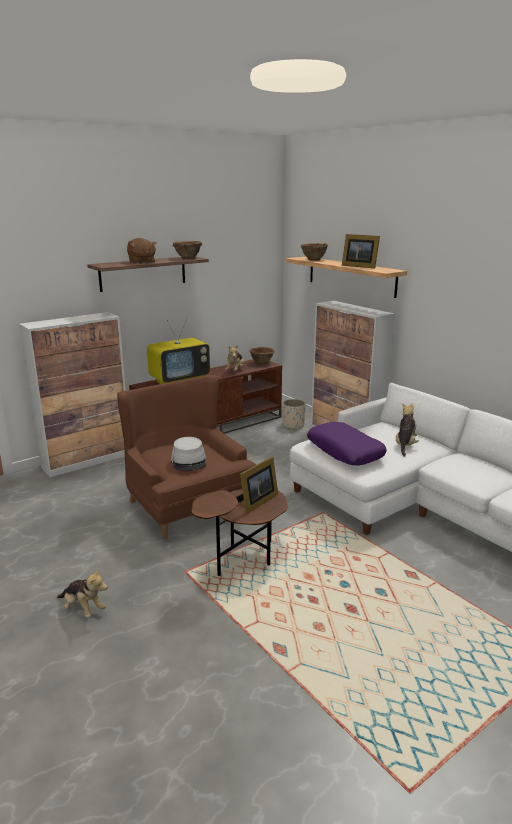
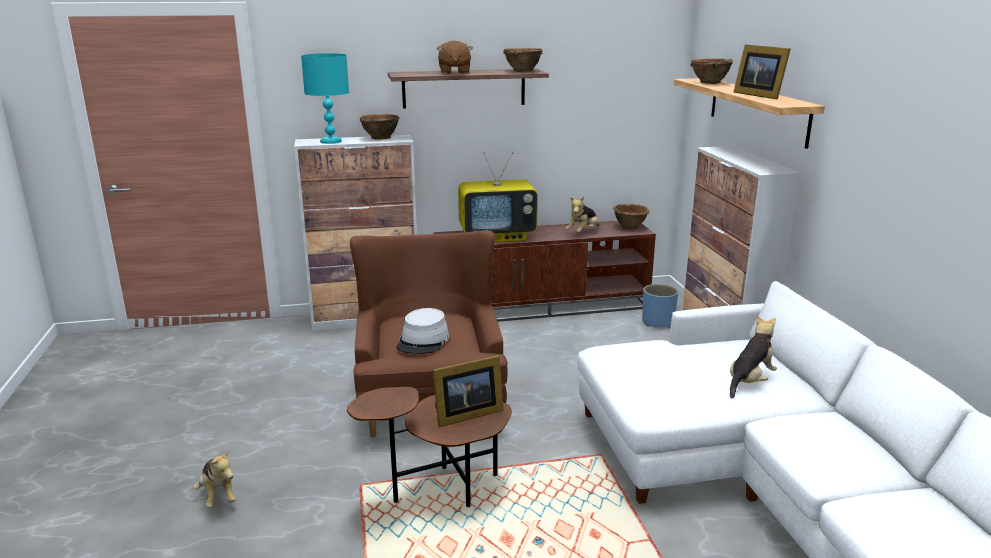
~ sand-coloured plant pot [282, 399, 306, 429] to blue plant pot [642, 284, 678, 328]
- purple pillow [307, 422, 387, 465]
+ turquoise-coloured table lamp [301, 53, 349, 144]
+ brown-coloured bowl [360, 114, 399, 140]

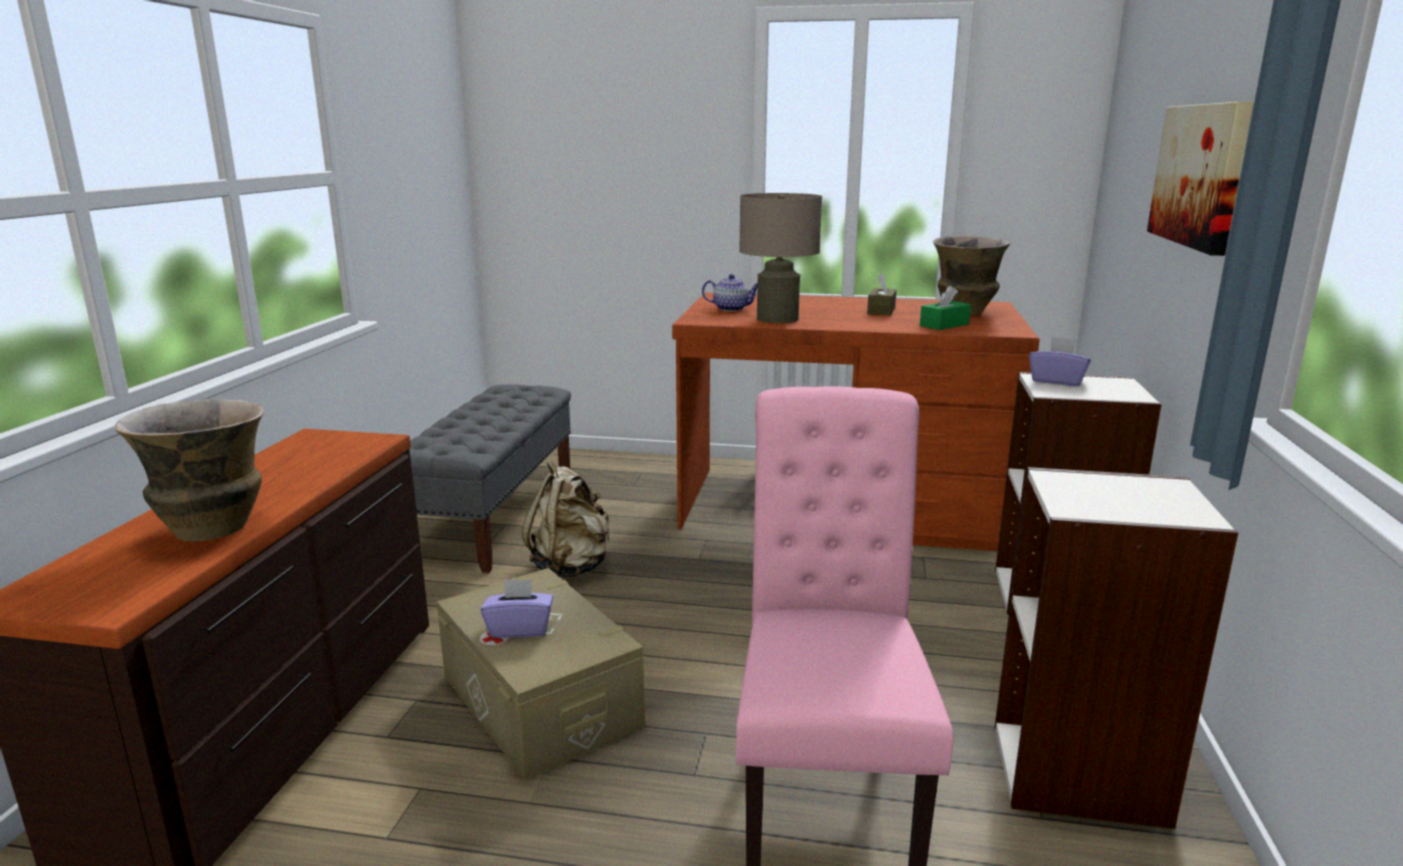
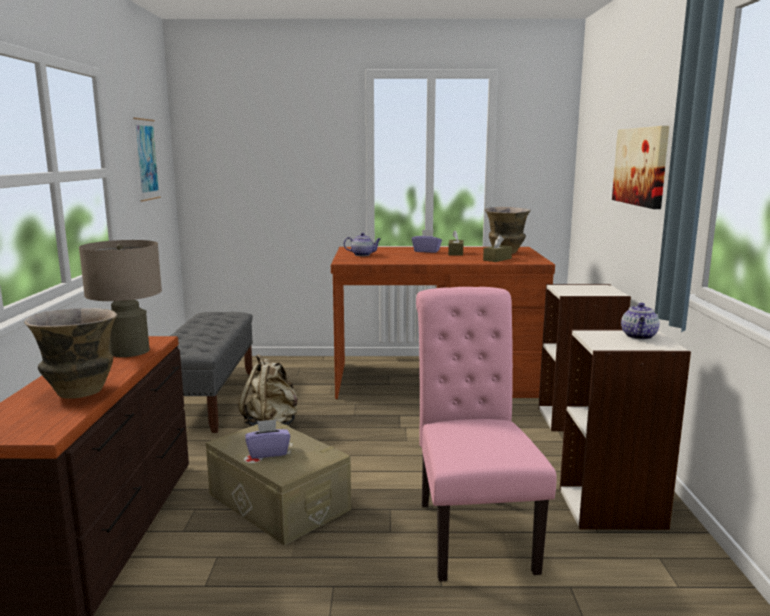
~ sand-coloured table lamp [739, 193, 822, 323] to [79, 240, 162, 357]
~ green box of tissues [920, 285, 971, 330] to brown-coloured box of tissues [483, 235, 512, 262]
~ purple box of tissues [1029, 337, 1091, 386] to [412, 229, 442, 253]
+ wall picture [133, 118, 161, 202]
+ tea pot [621, 303, 660, 340]

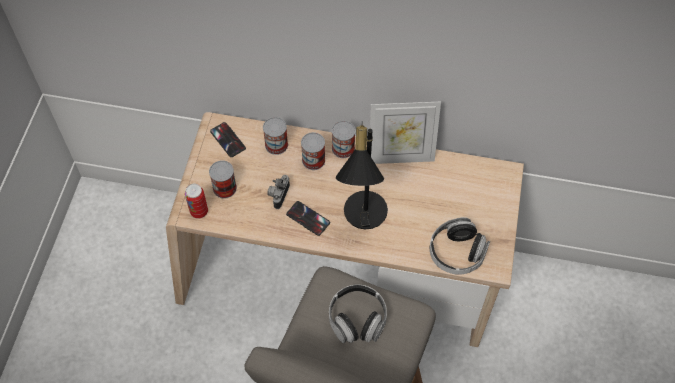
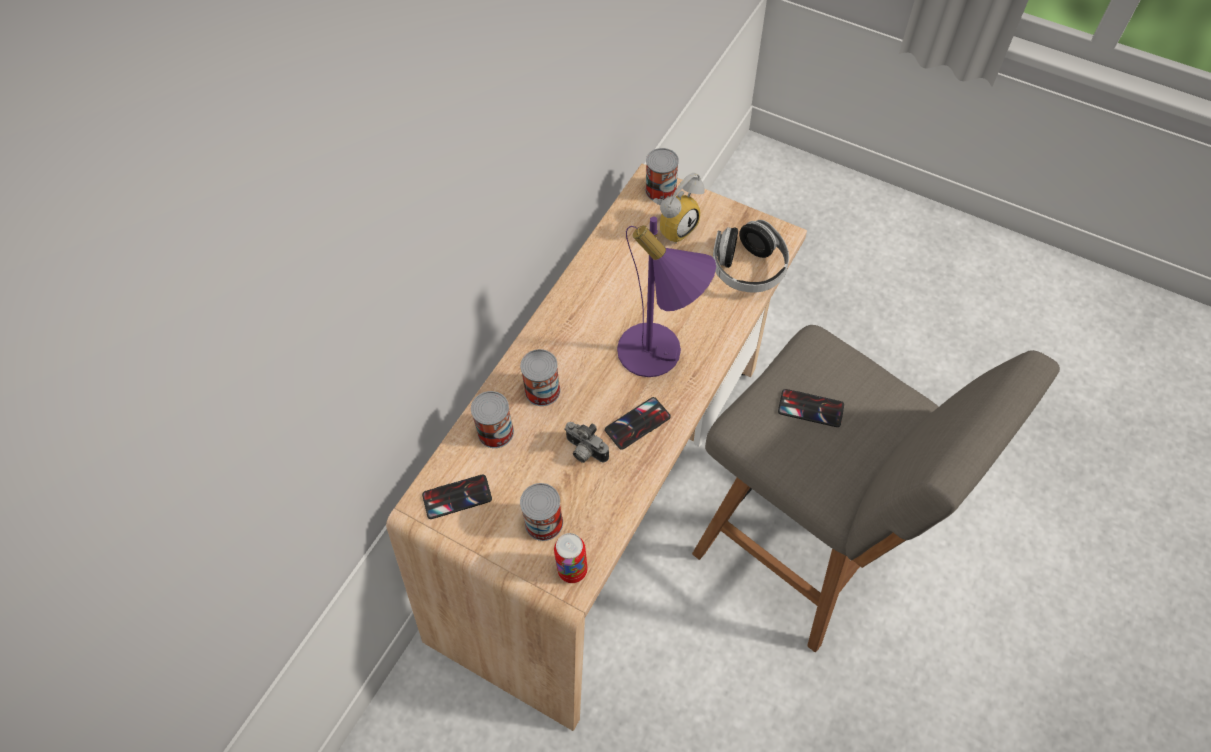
- standing frame [370, 101, 441, 164]
~ can [332, 121, 356, 158] to [645, 148, 679, 201]
~ black-coloured table lamp [335, 121, 388, 230] to purple table lamp [617, 217, 716, 377]
~ headphones [329, 284, 387, 343] to handset [778, 389, 844, 427]
+ alarm clock [653, 173, 705, 243]

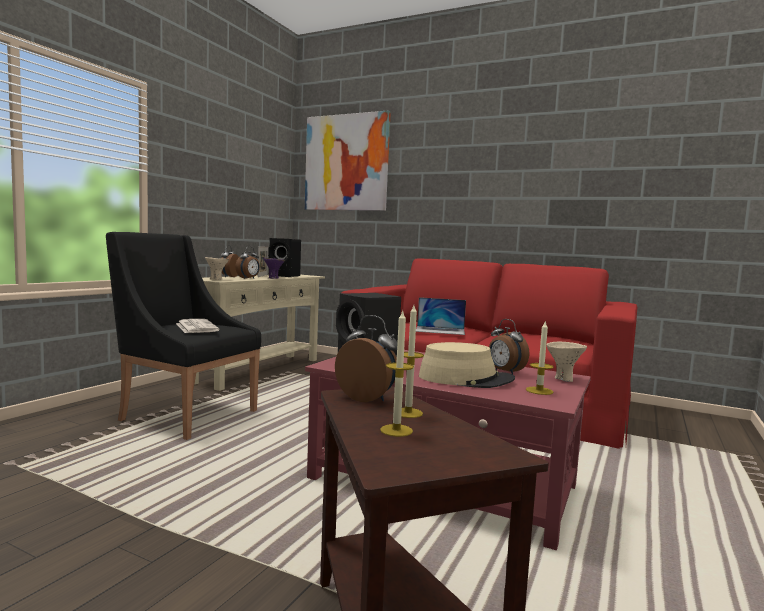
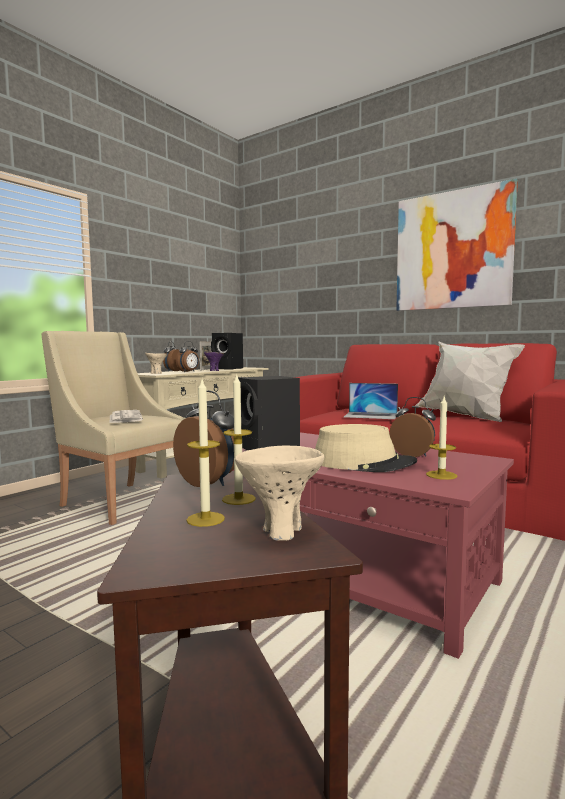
~ wall picture [305, 110, 391, 211] to [396, 179, 518, 311]
~ black-coloured easy chair [106, 232, 261, 440] to sand-coloured easy chair [41, 331, 185, 525]
~ alarm clock [489, 319, 529, 374] = [389, 397, 436, 457] 150 degrees clockwise
~ sand-coloured bowl [547, 342, 587, 382] to [235, 445, 324, 541]
+ white pillow [415, 341, 525, 422]

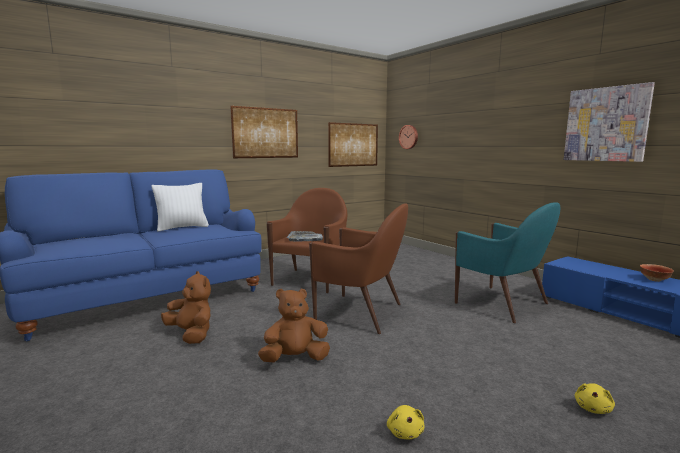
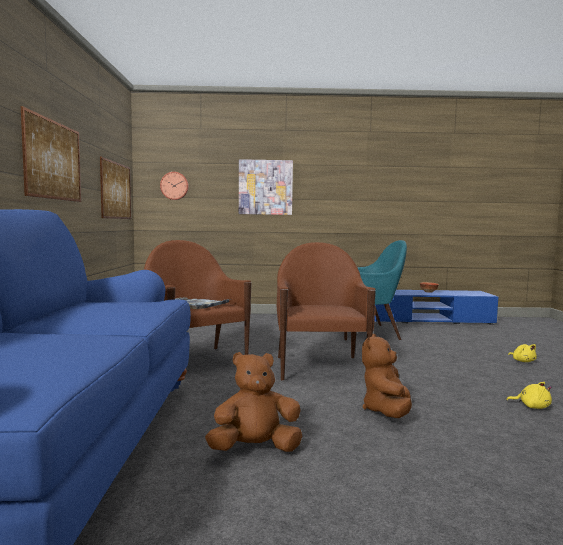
~ wall picture [564, 82, 655, 162] to [239, 159, 293, 215]
- white pillow [152, 183, 209, 231]
~ brown-coloured easy chair [309, 203, 408, 335] = [277, 242, 376, 381] 60 degrees counterclockwise

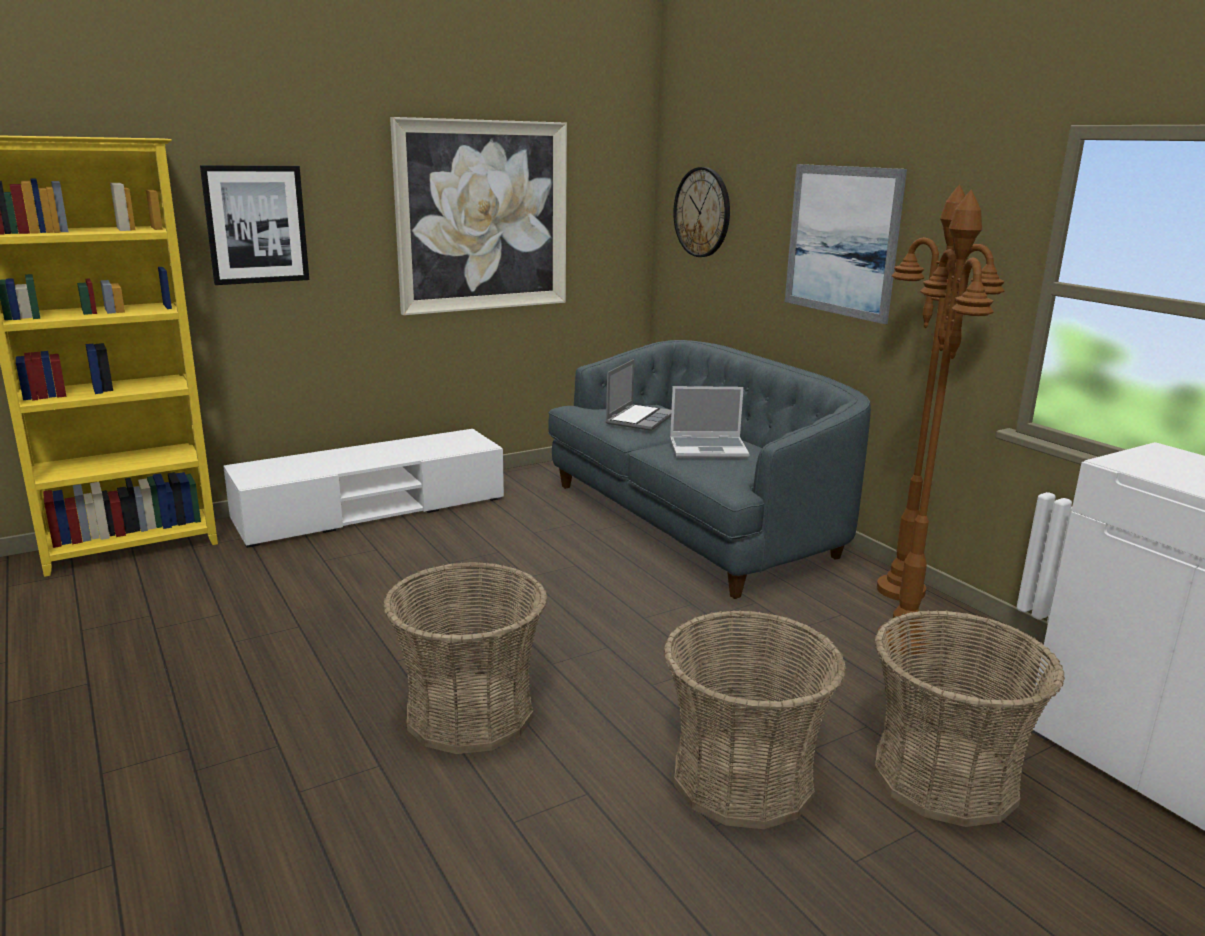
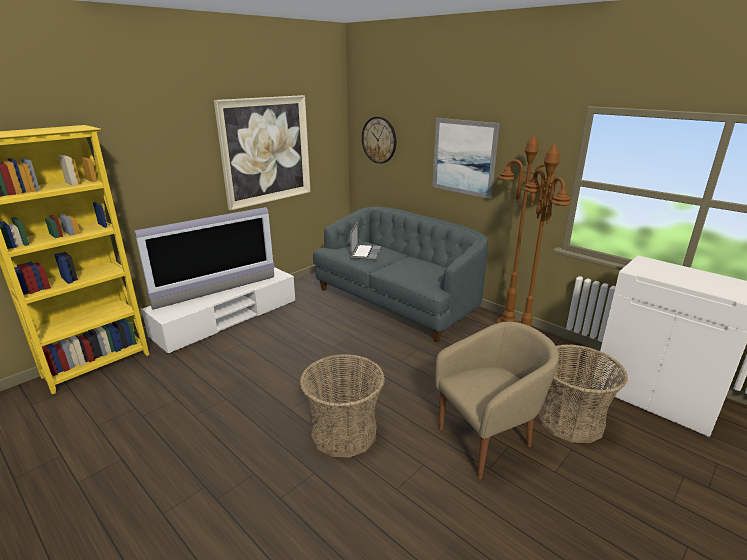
- wall picture [200, 165, 309, 285]
- portable computer [670, 386, 750, 458]
~ basket [664, 610, 846, 829] to sand-coloured easy chair [435, 322, 559, 479]
+ TV [134, 207, 275, 310]

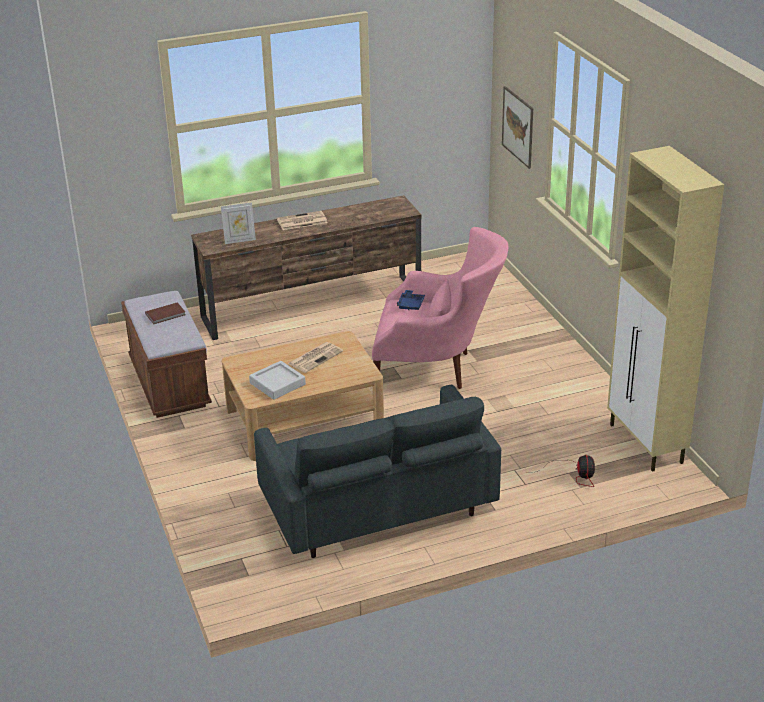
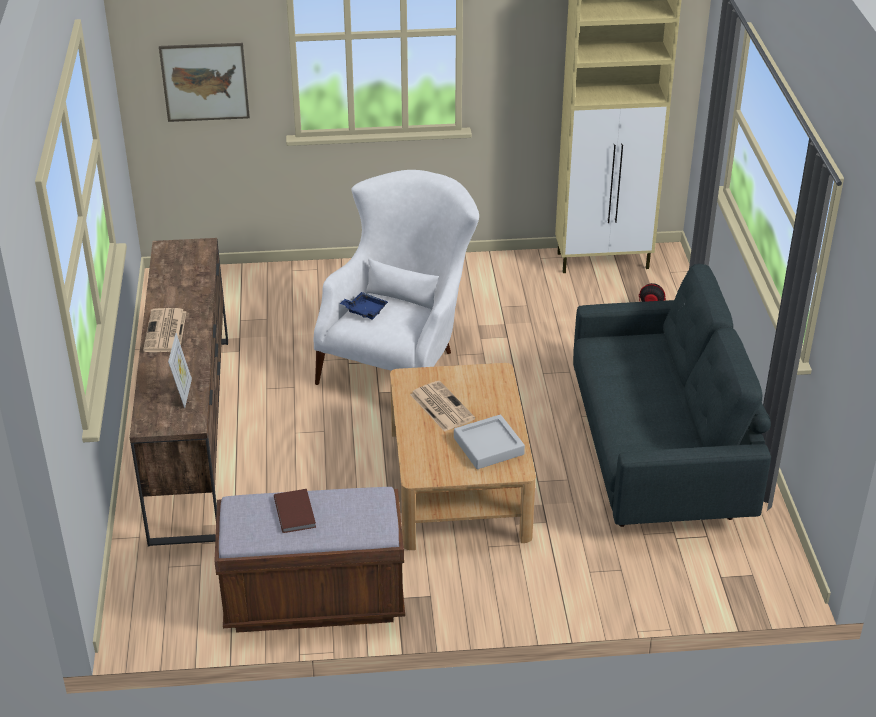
~ pink easy chair [372, 227, 508, 389] to white easy chair [314, 170, 479, 385]

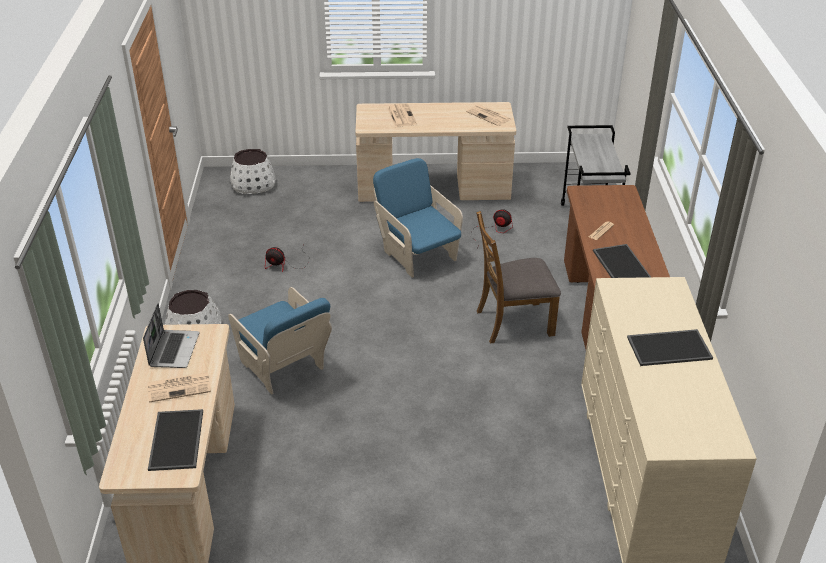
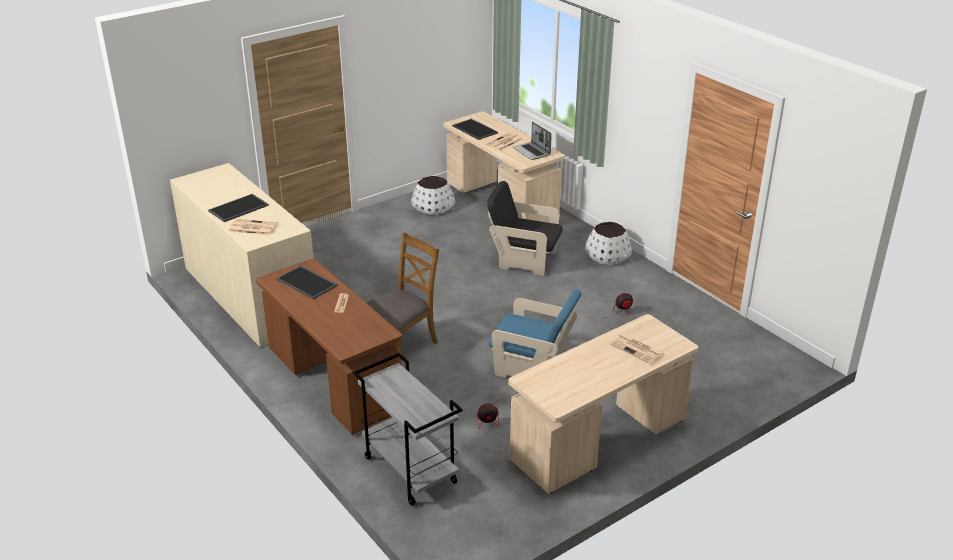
~ daily paper [466, 105, 511, 126] to [228, 219, 277, 235]
~ white plant pot [230, 149, 275, 194] to [411, 176, 455, 215]
~ blue easy chair [228, 287, 332, 394] to black-coloured easy chair [487, 181, 563, 276]

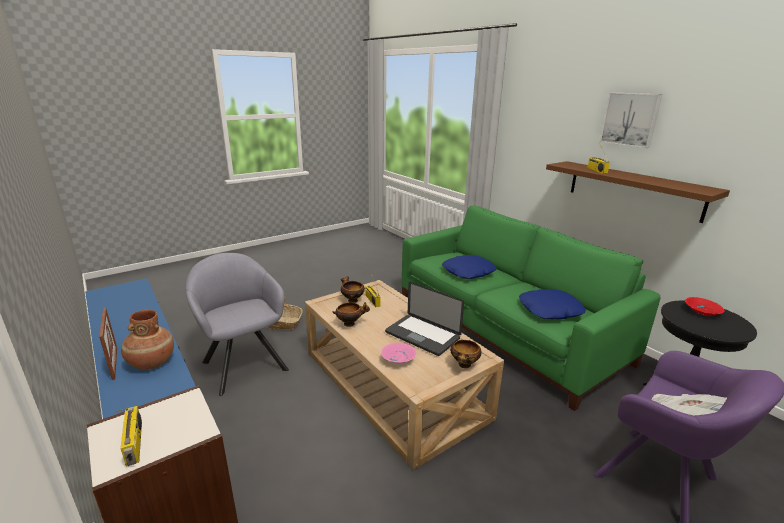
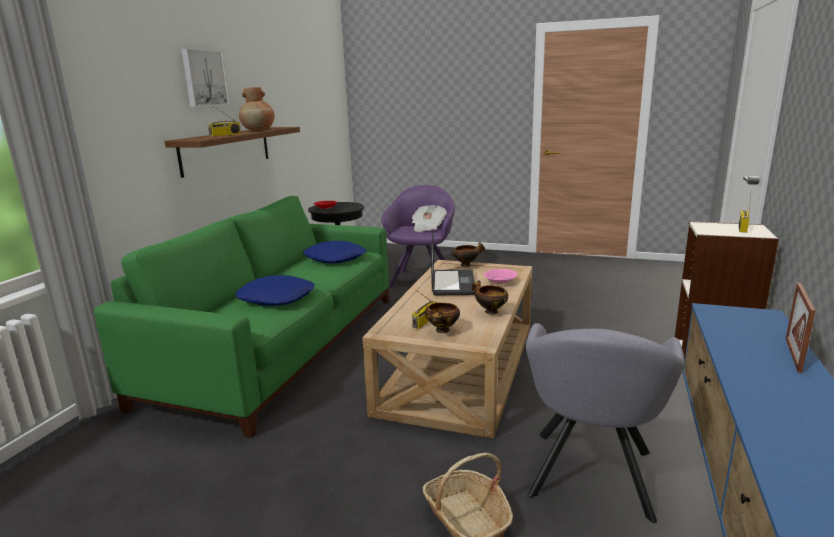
~ brown-coloured decorative vase [121, 310, 174, 370] to [239, 87, 275, 130]

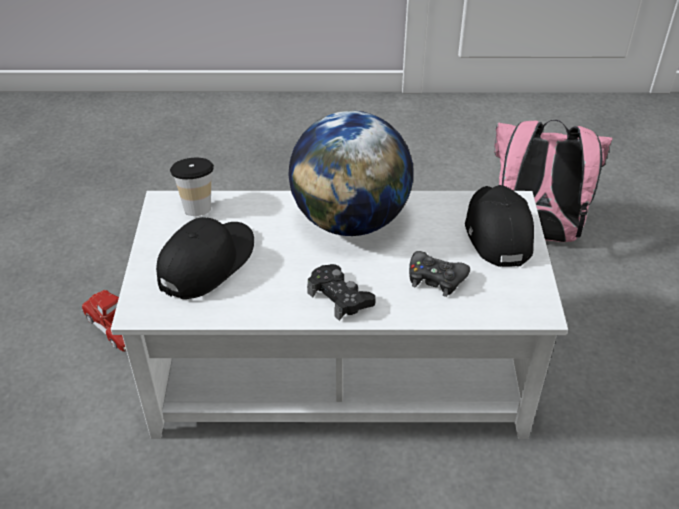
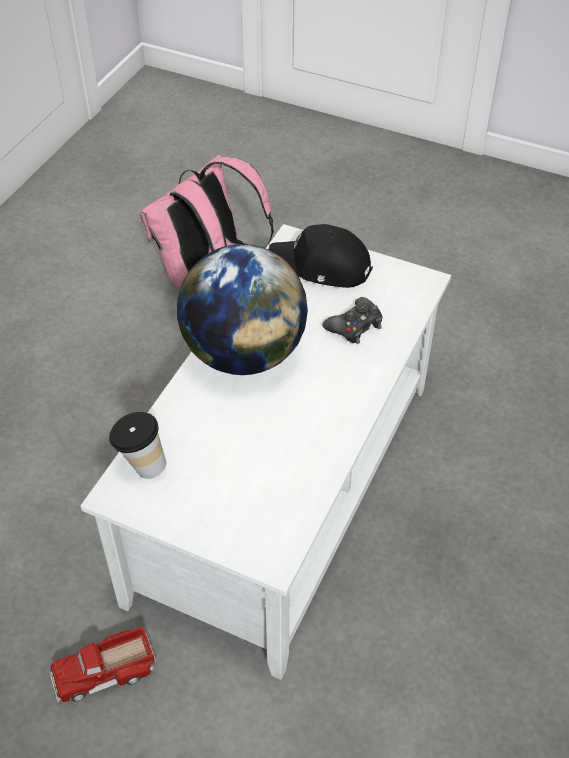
- black-coloured peaked cap [156, 217, 254, 299]
- black-coloured game controller [307, 264, 376, 321]

